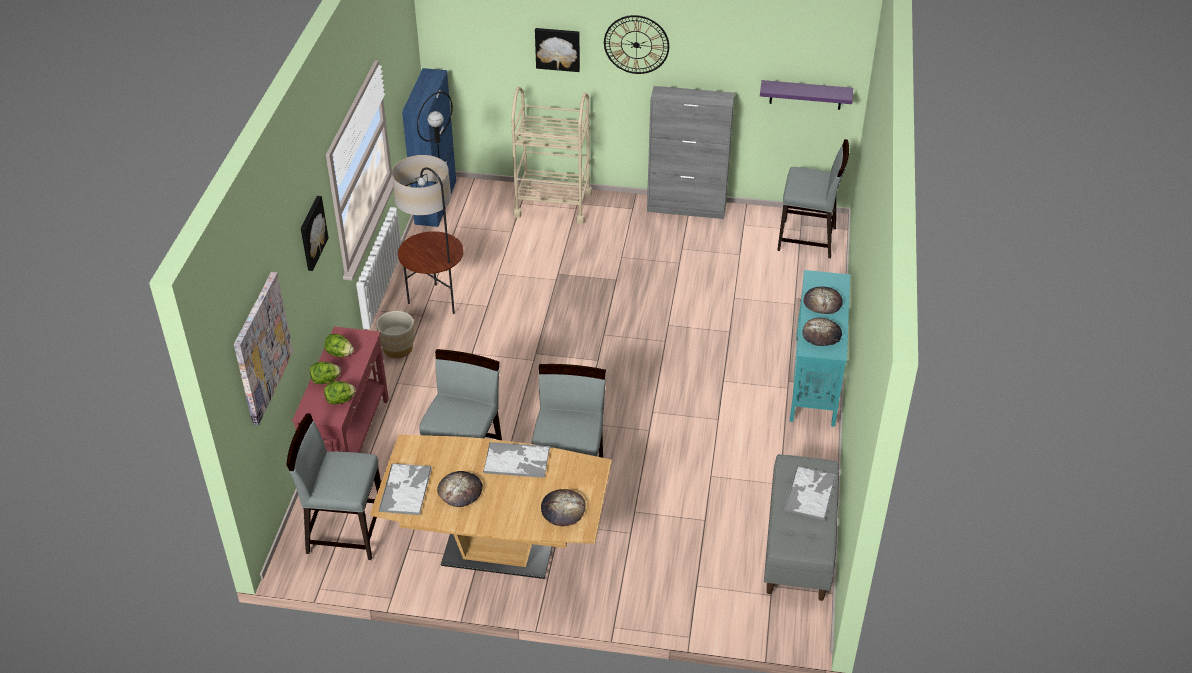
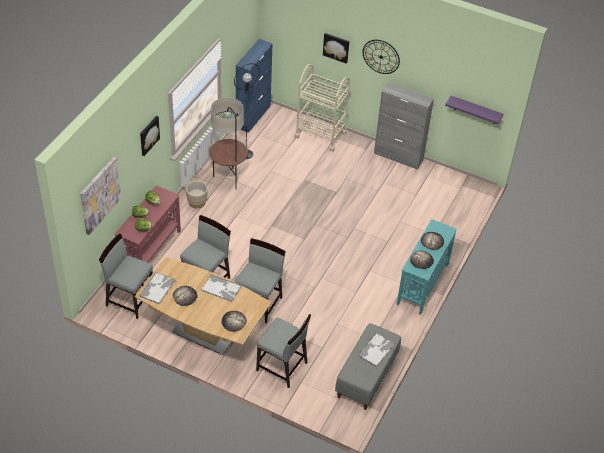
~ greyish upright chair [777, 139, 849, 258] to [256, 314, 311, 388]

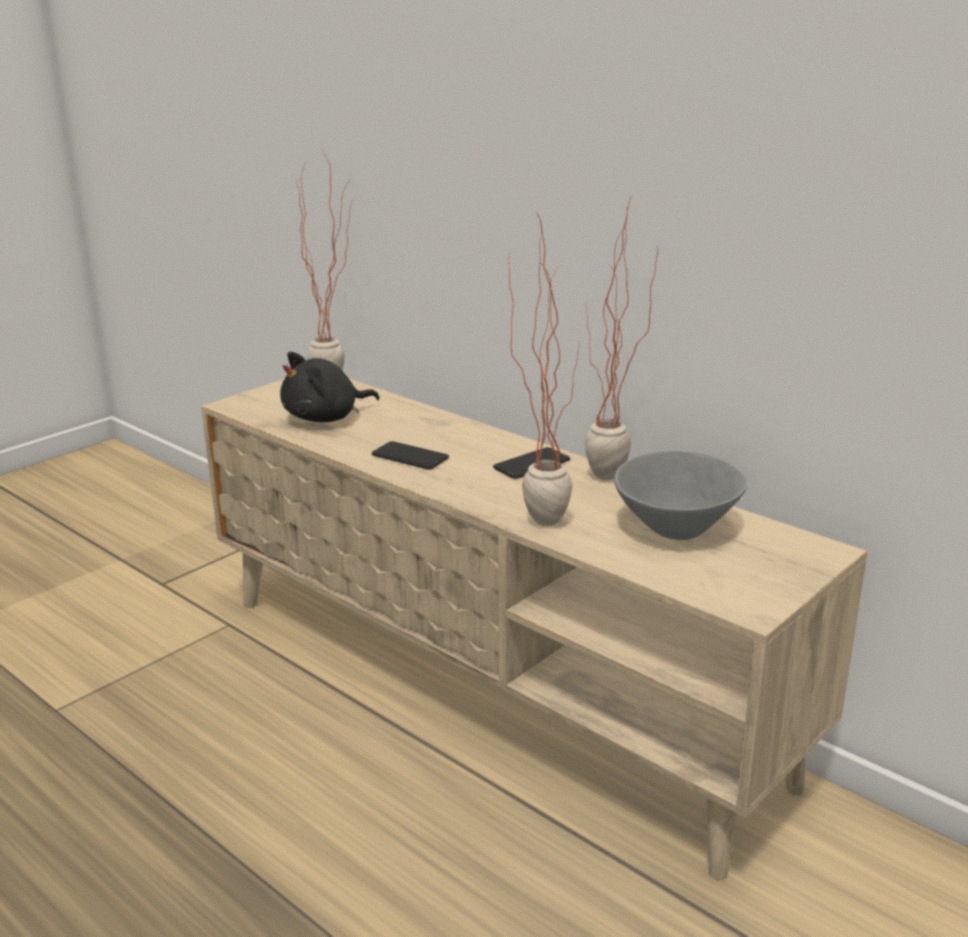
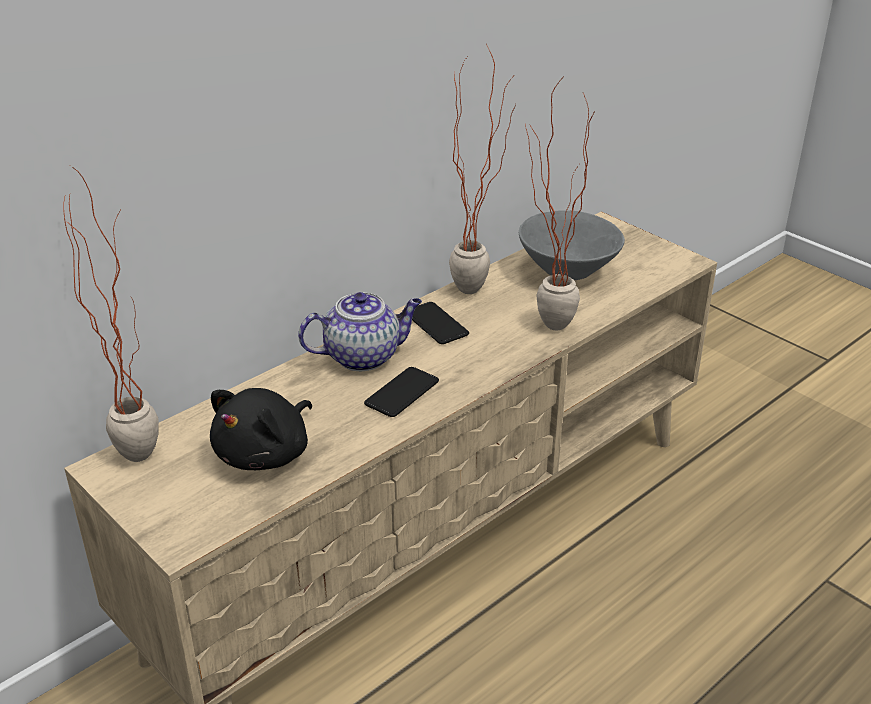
~ black-coloured cuddly toy [280, 352, 379, 422] = [210, 388, 312, 470] 60 degrees clockwise
+ tea pot [298, 292, 422, 371]

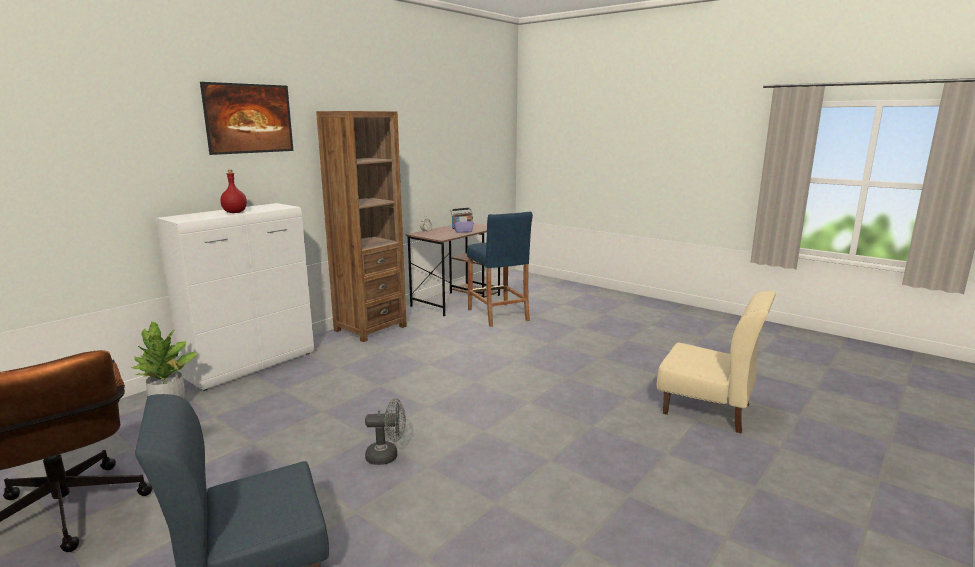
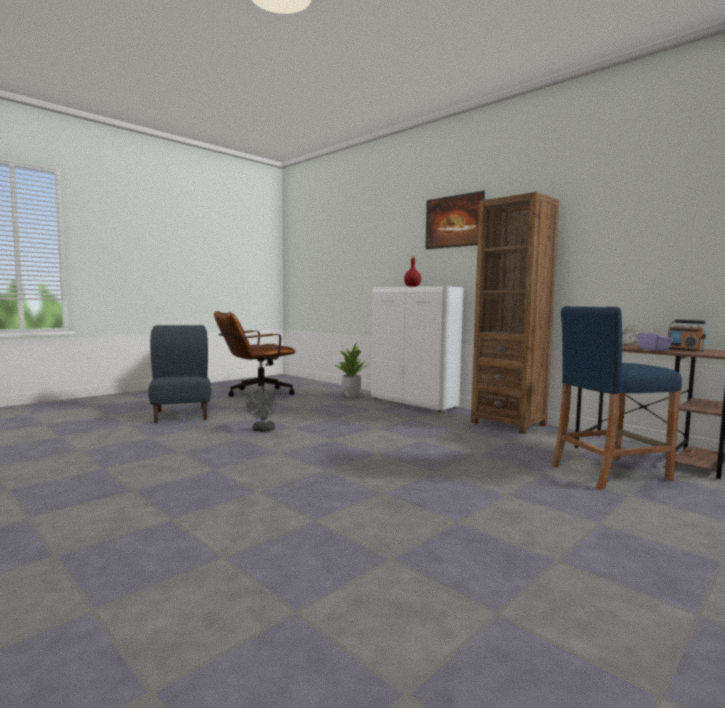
- sand-coloured upright chair [657, 291, 776, 434]

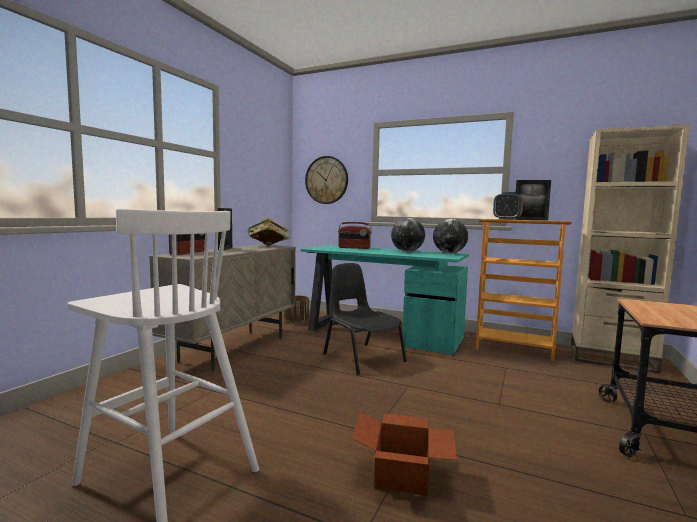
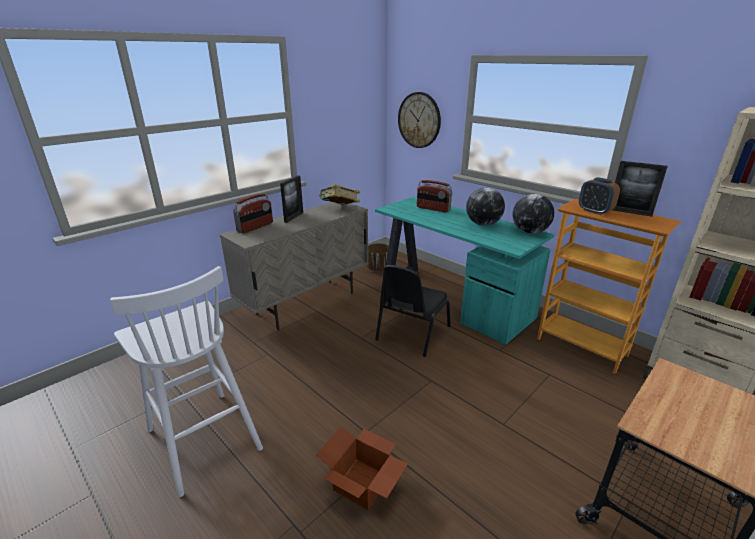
~ black-coloured upright chair [323, 263, 407, 375] = [375, 265, 451, 357] 135 degrees counterclockwise

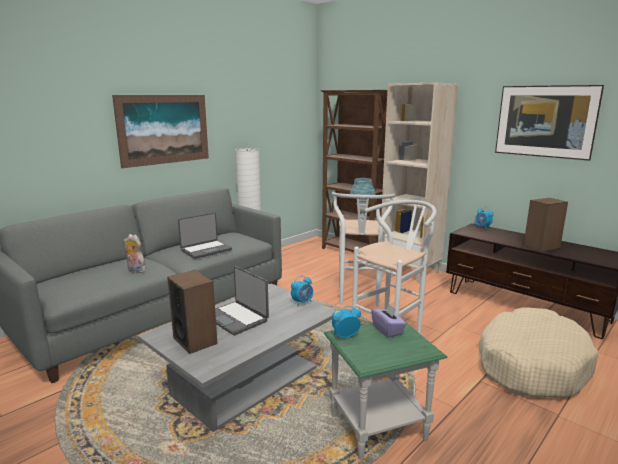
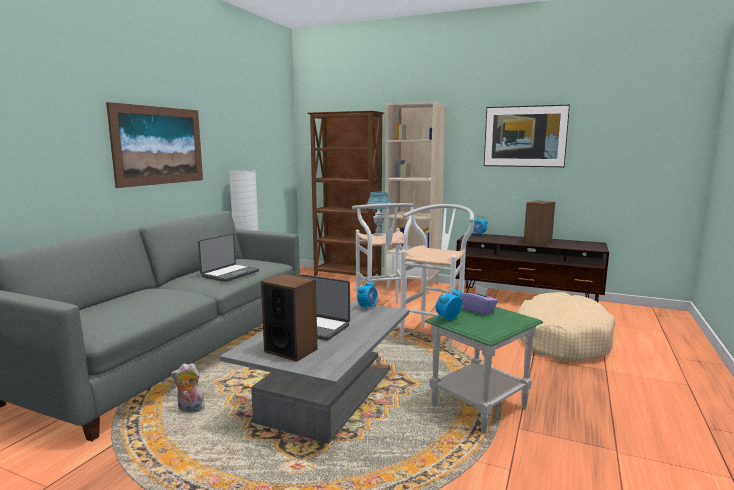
~ cuddly toy [123, 234, 146, 273] to [171, 363, 205, 413]

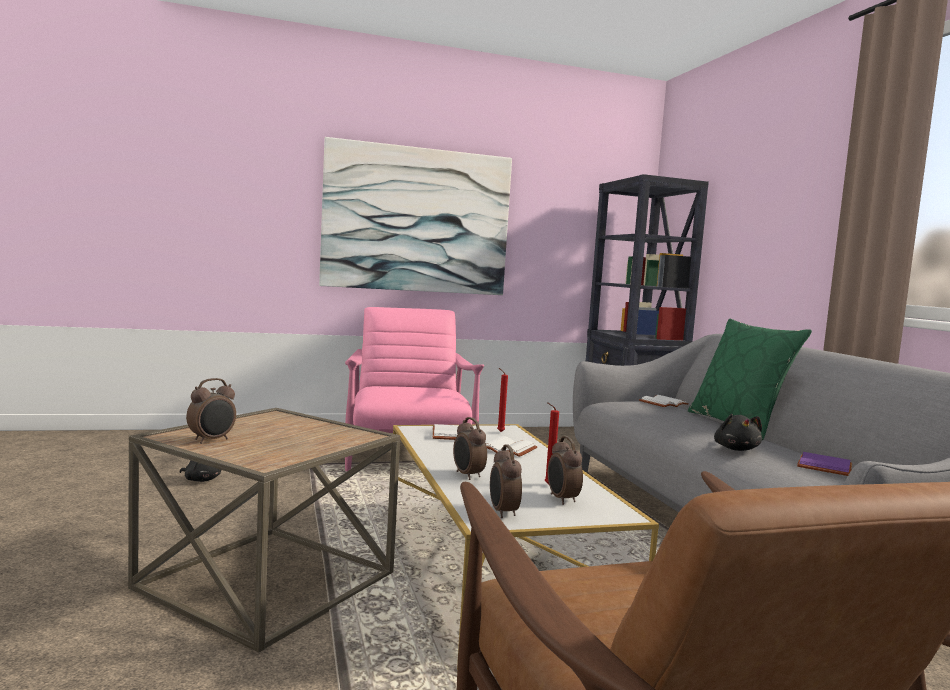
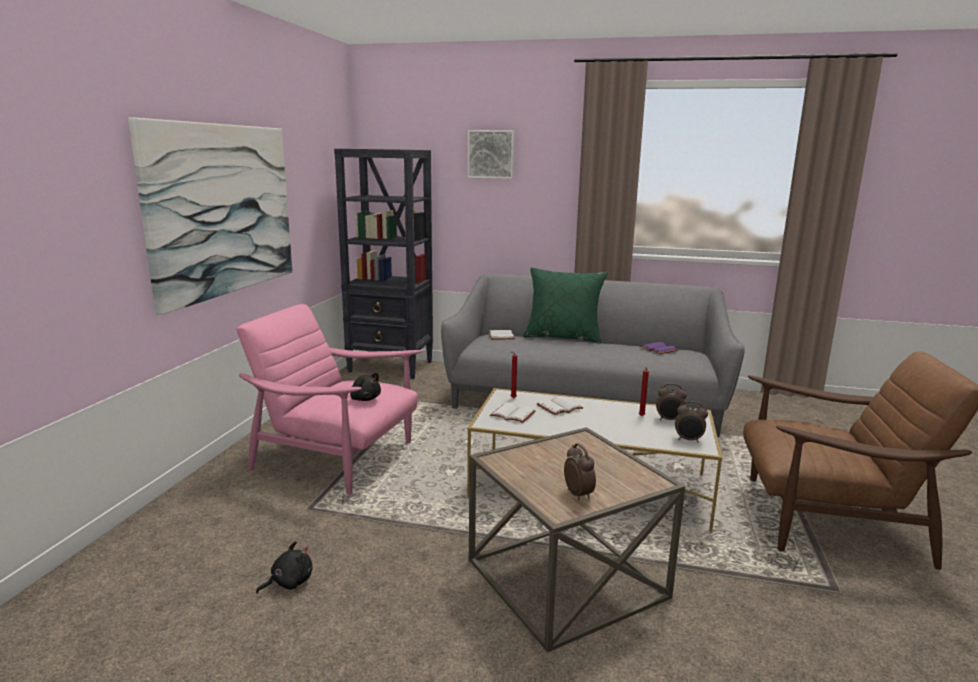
~ black-coloured cuddly toy [714, 414, 762, 451] to [350, 373, 381, 401]
- alarm clock [453, 417, 487, 480]
+ wall picture [468, 130, 514, 179]

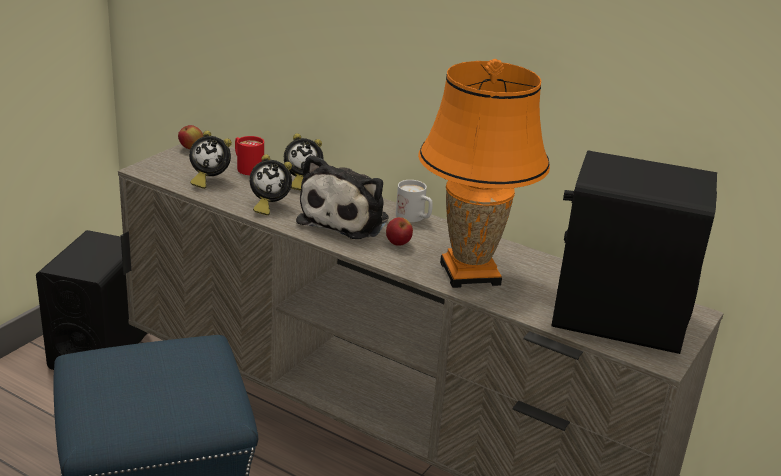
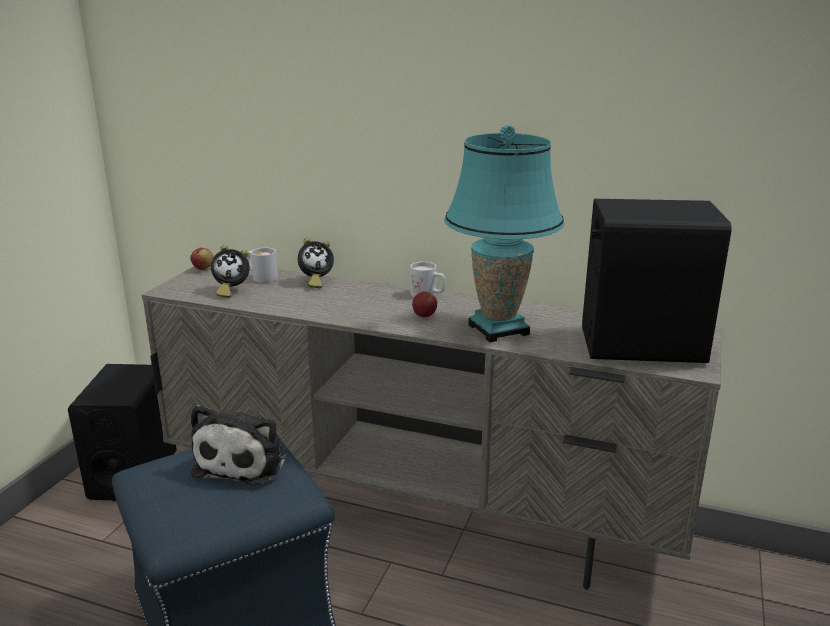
~ orangey table lamp [418, 59, 550, 288] to turquoise-coloured table lamp [444, 125, 564, 342]
~ red-coloured coffee mug [235, 136, 264, 175] to white coffee mug [247, 248, 278, 283]
- alarm clock [249, 154, 292, 215]
~ cuddly toy [296, 154, 389, 239] to [191, 404, 287, 486]

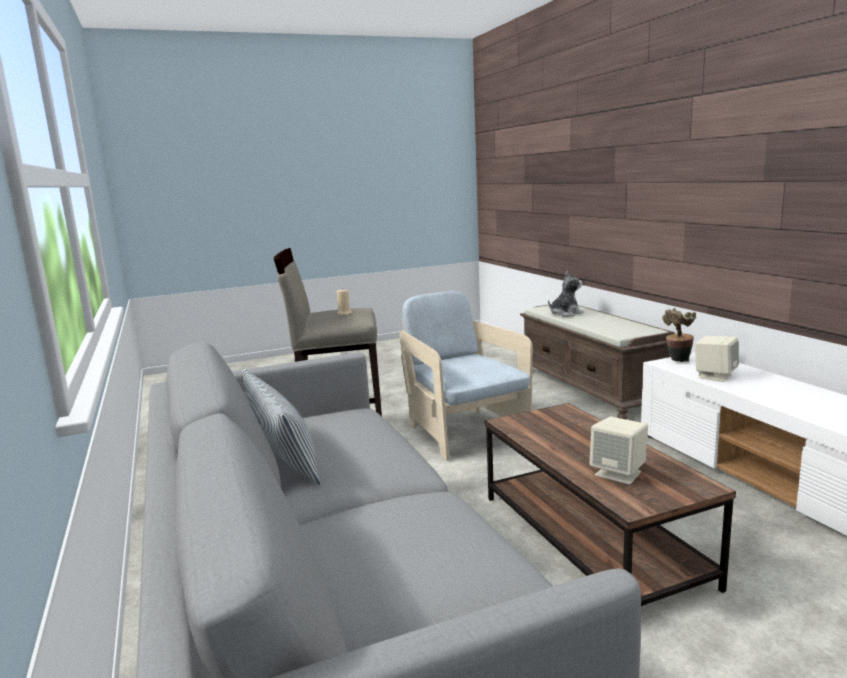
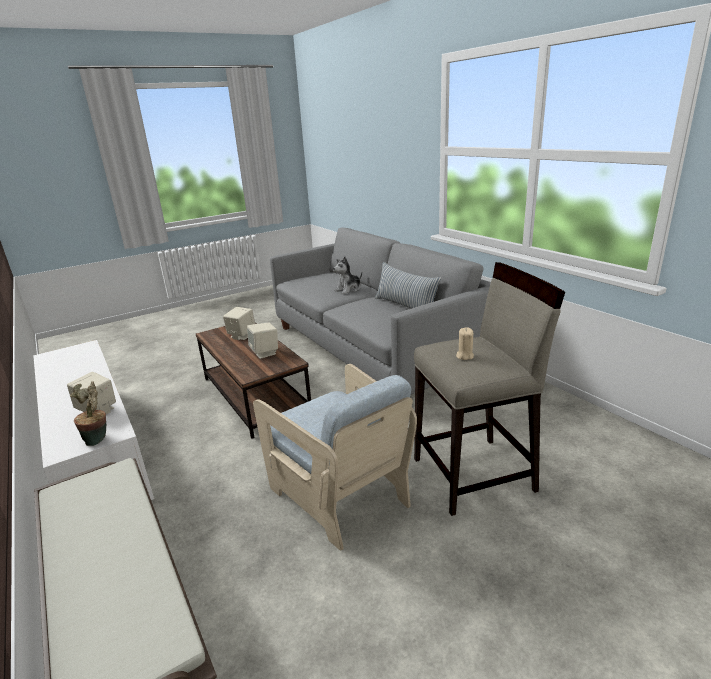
~ cuddly toy [548, 271, 583, 317] to [333, 256, 362, 294]
+ sand-coloured audio speaker [247, 323, 278, 359]

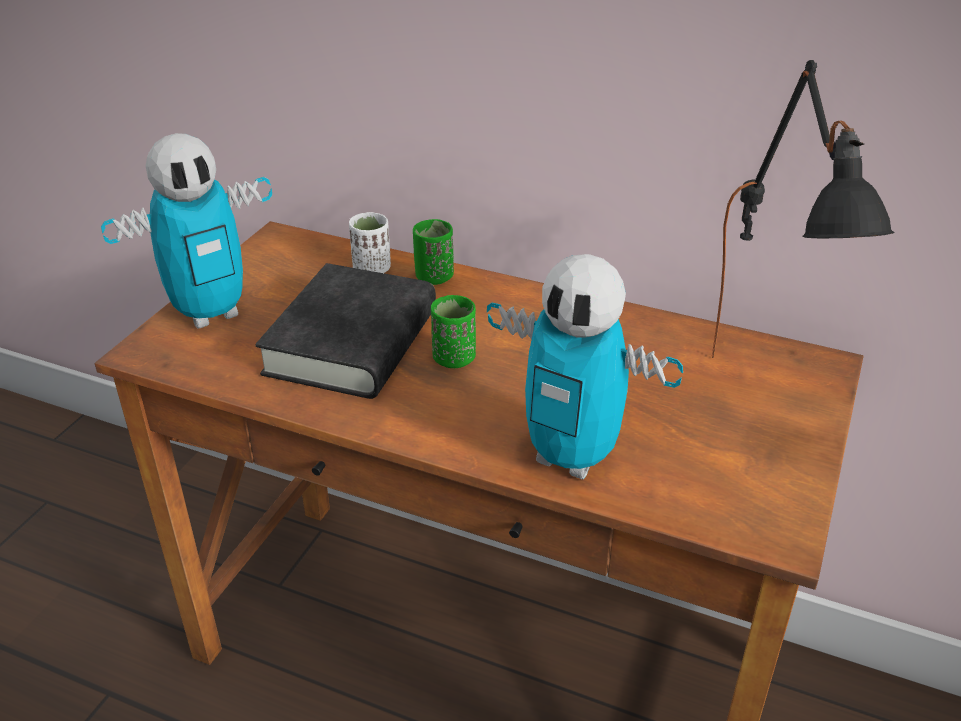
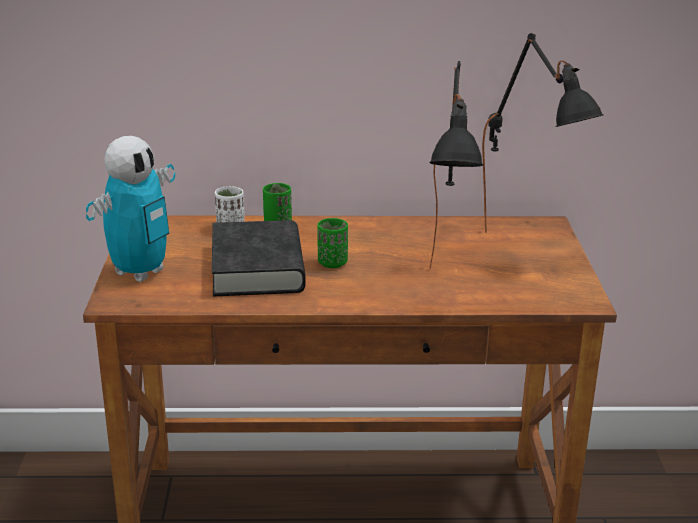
~ robot figure [487, 254, 683, 479] to black-coloured table lamp [429, 61, 484, 270]

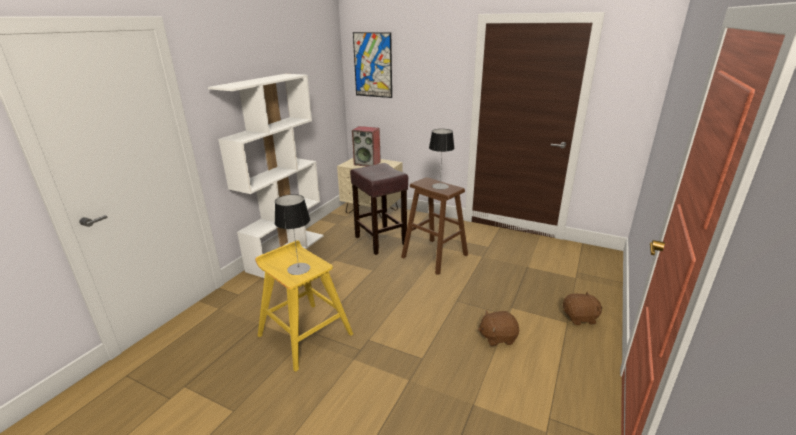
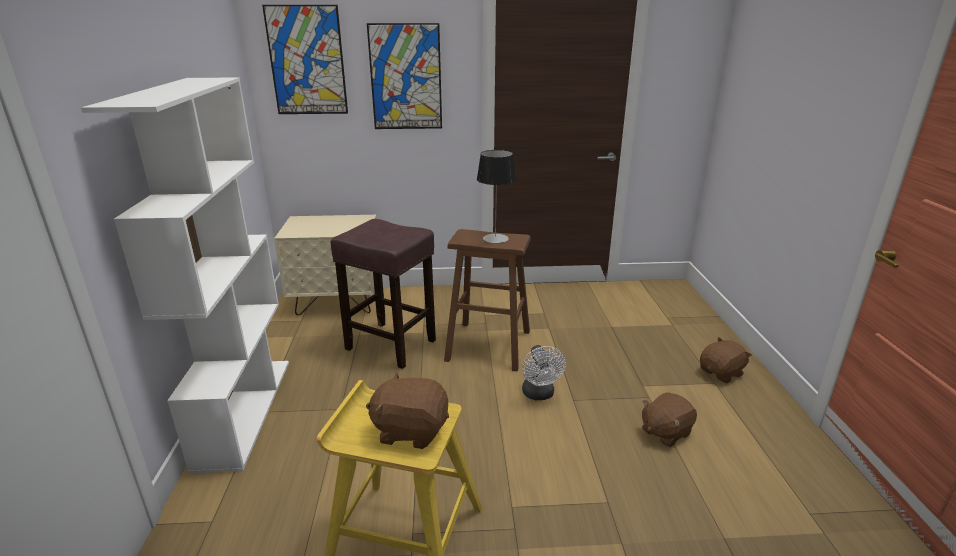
- audio speaker [352, 126, 381, 166]
~ table lamp [275, 194, 310, 275] to brown-coloured cuddly toy [366, 372, 449, 449]
+ wall picture [367, 23, 442, 129]
+ white fan [522, 345, 566, 400]

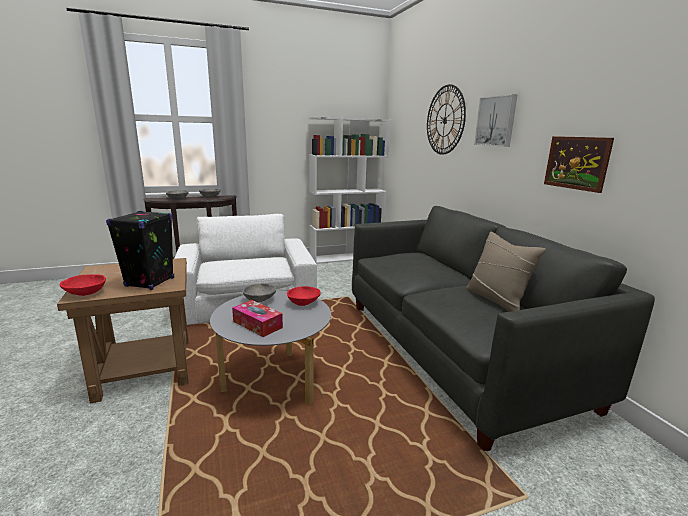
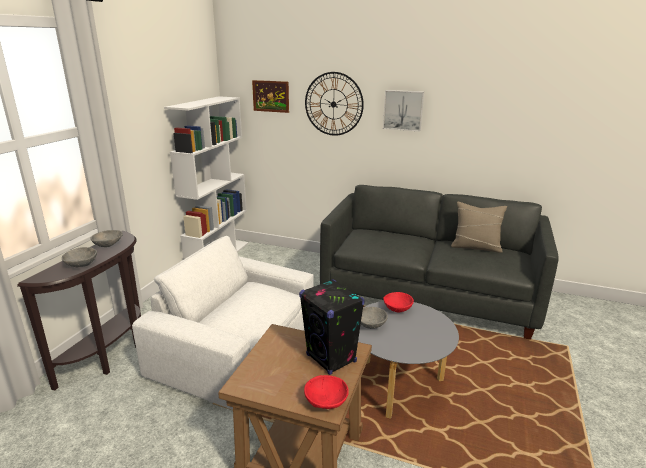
~ wall picture [544, 136, 614, 193] to [252, 80, 289, 113]
- box of tissues [232, 300, 283, 337]

